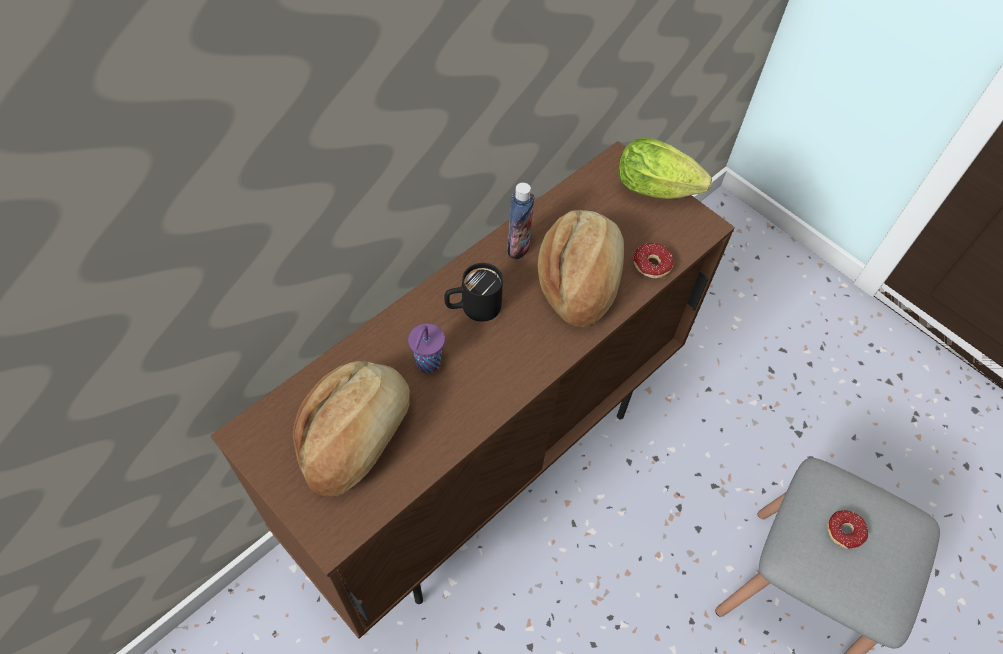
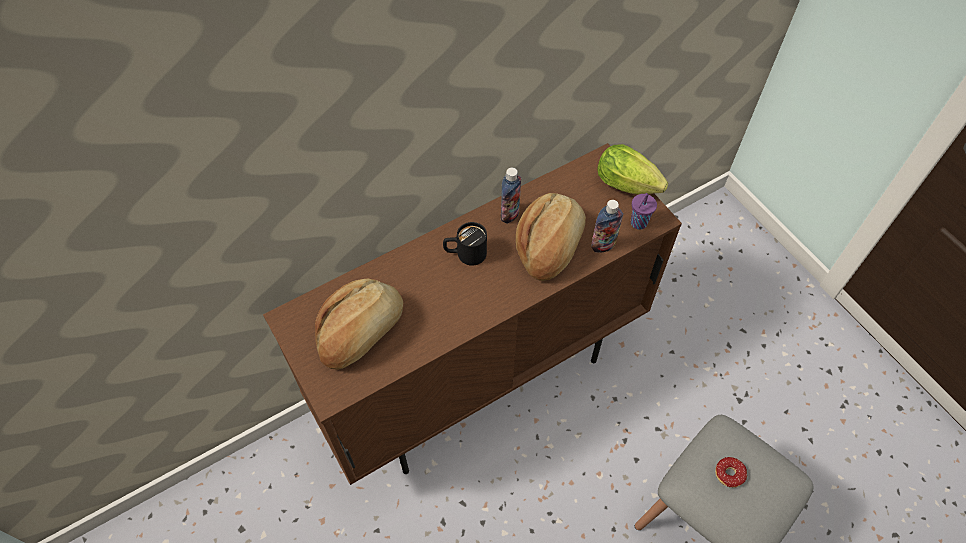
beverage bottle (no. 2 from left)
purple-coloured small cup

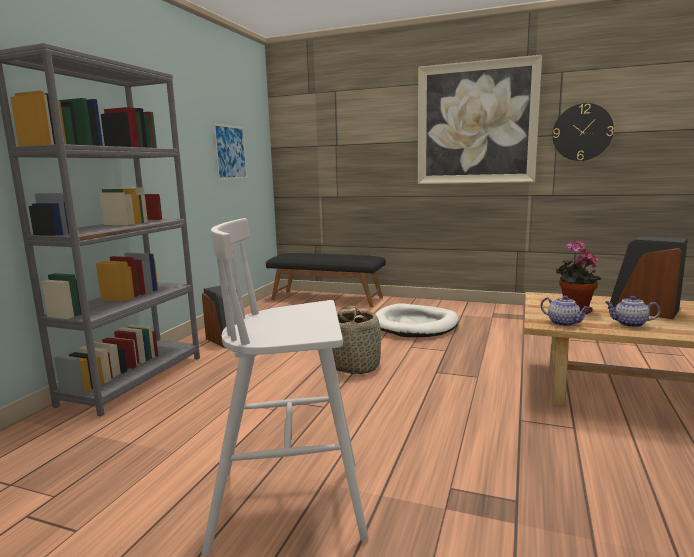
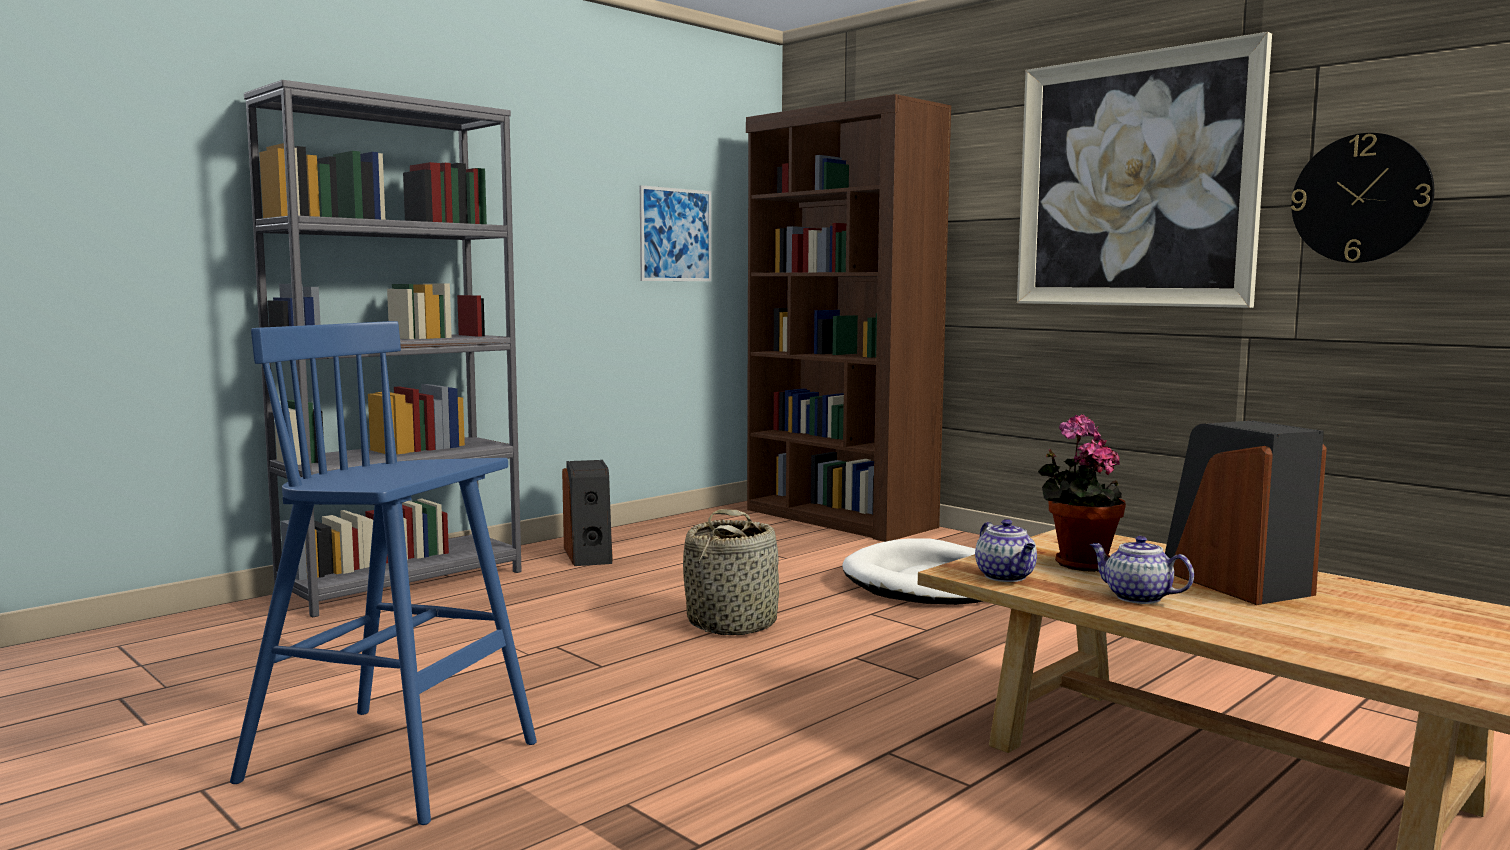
bluish stool
brown-coloured shelving unit

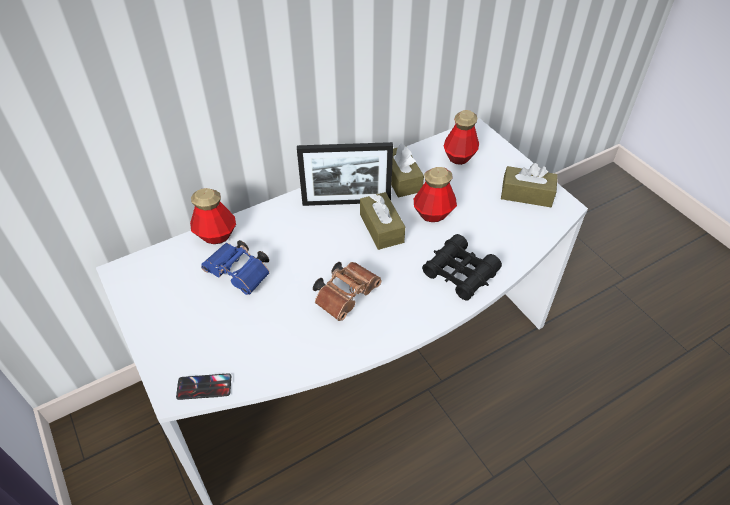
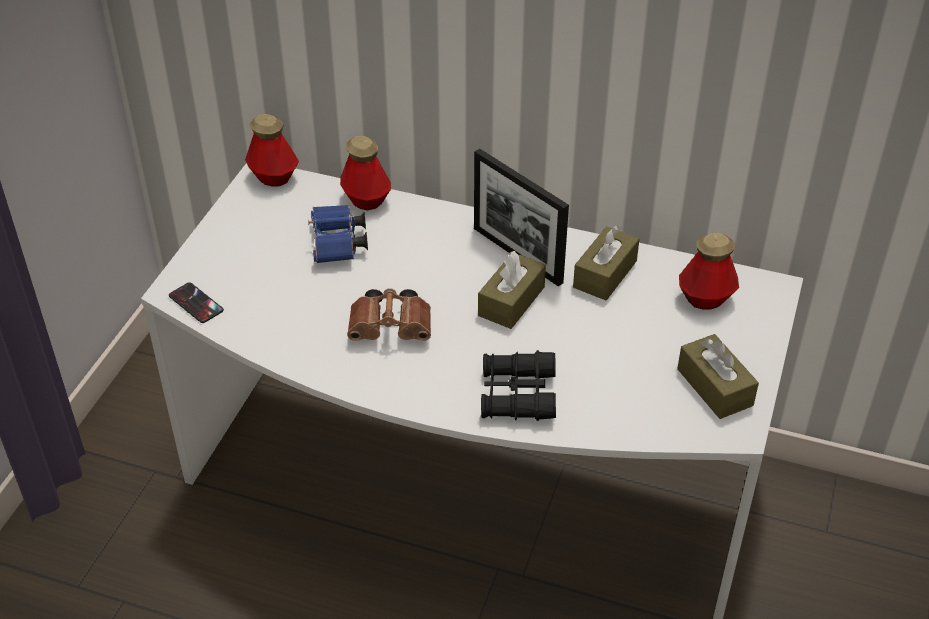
beverage bottle (no. 1 from left)

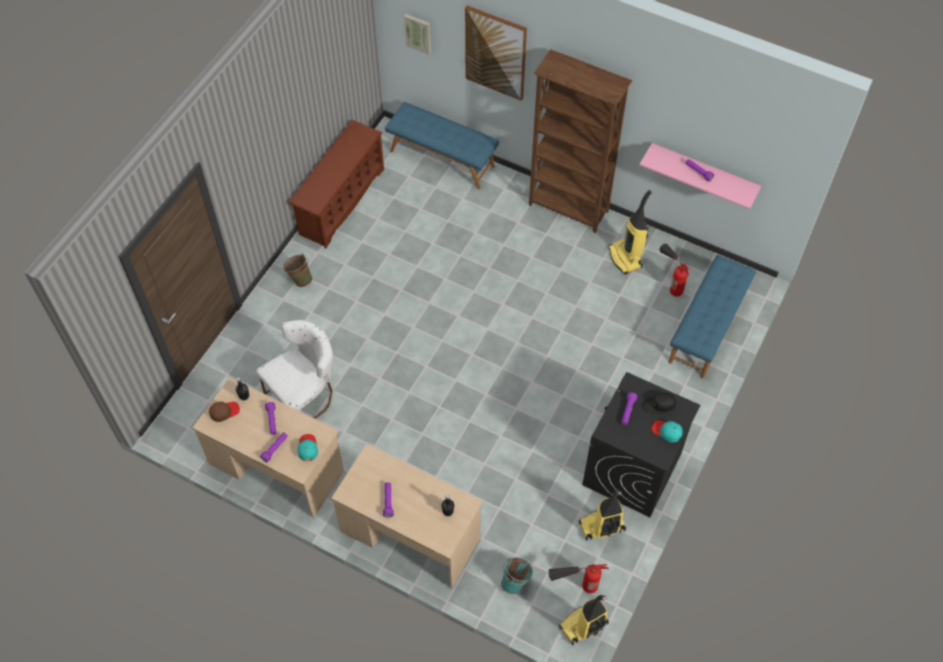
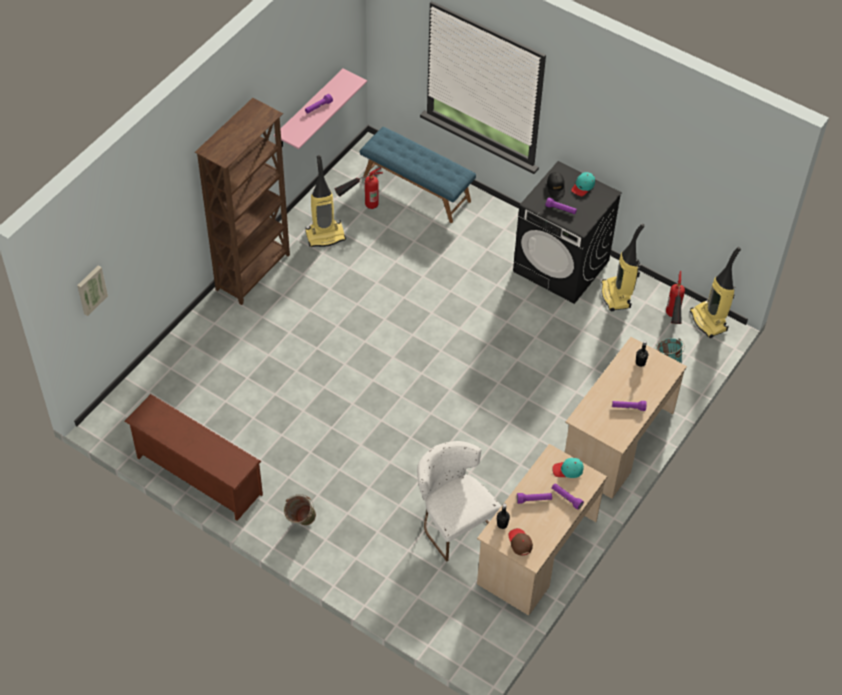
picture (no. 2 from left in the first image)
bluish long seat (no. 1 from left in the first image)

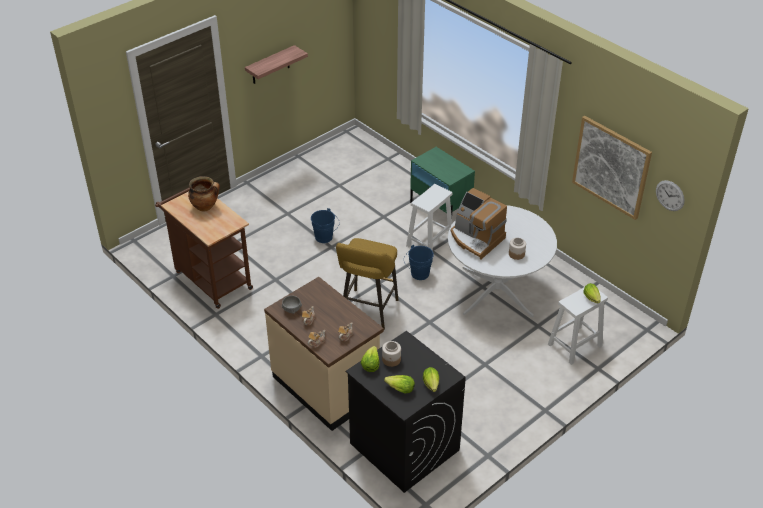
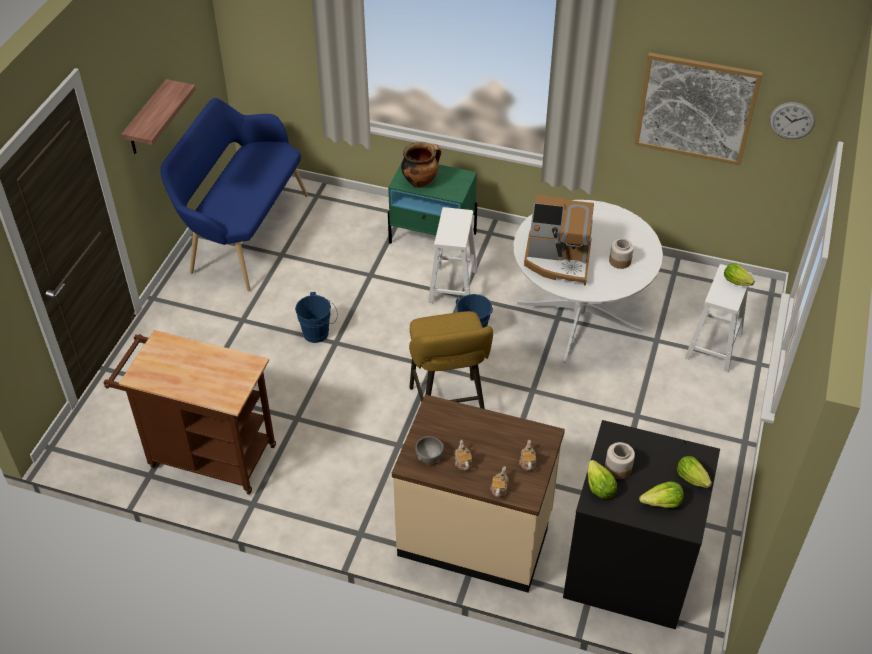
stockpot
bluish long seat

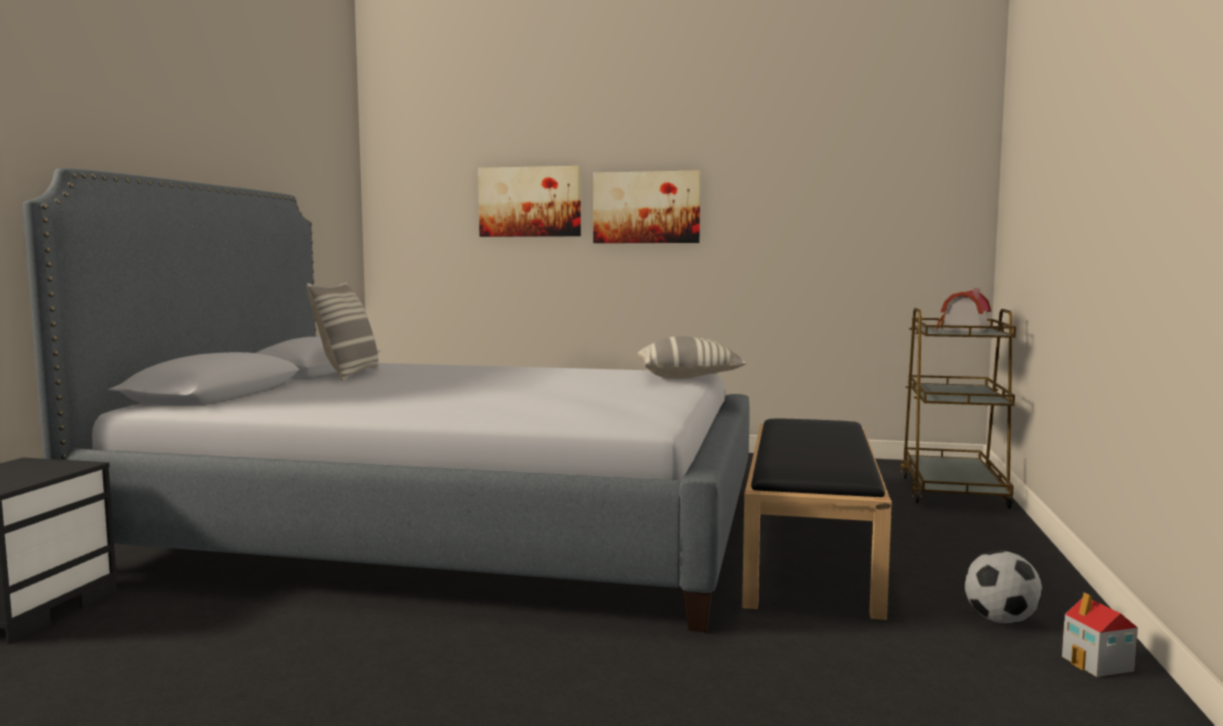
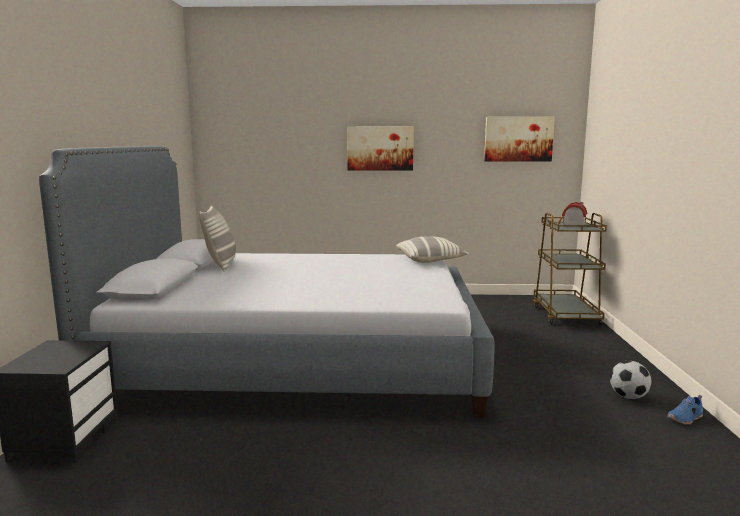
picture (no. 2 from left)
black long seat
bluish item of footwear

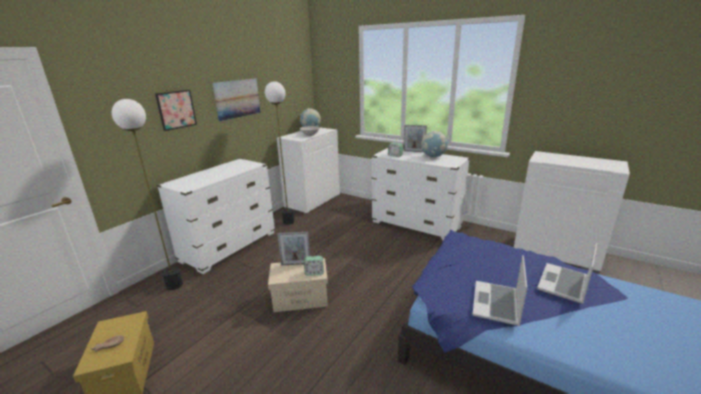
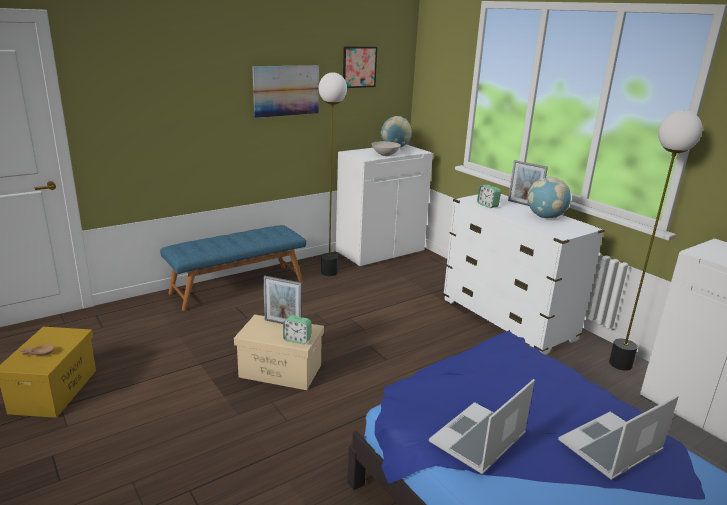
picture (no. 2 from left)
standing lamp (no. 2 from left)
bluish long seat

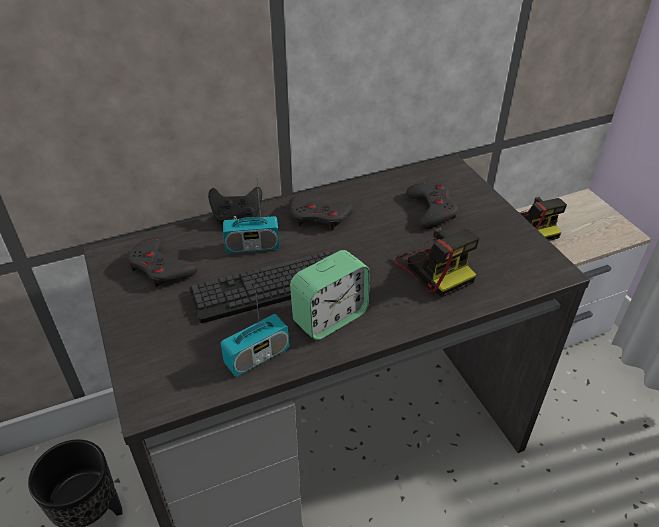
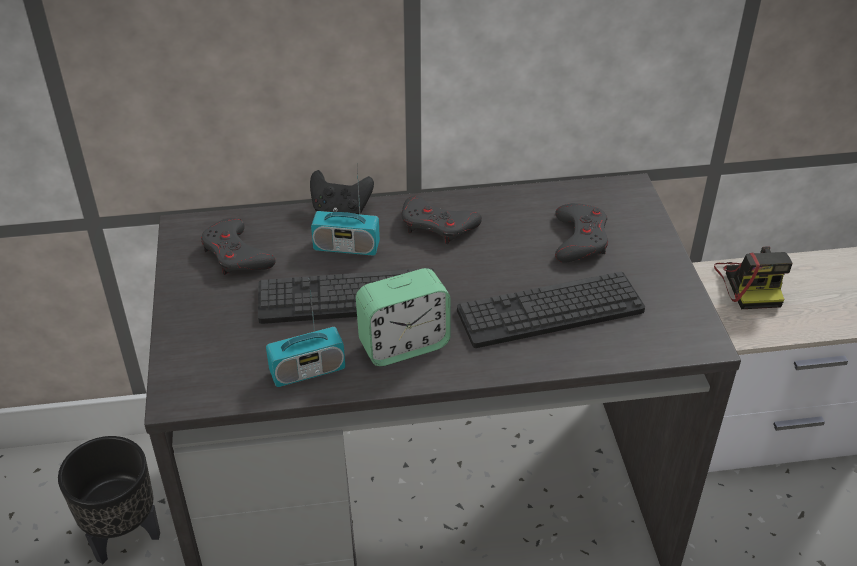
keyboard (no. 2 from left)

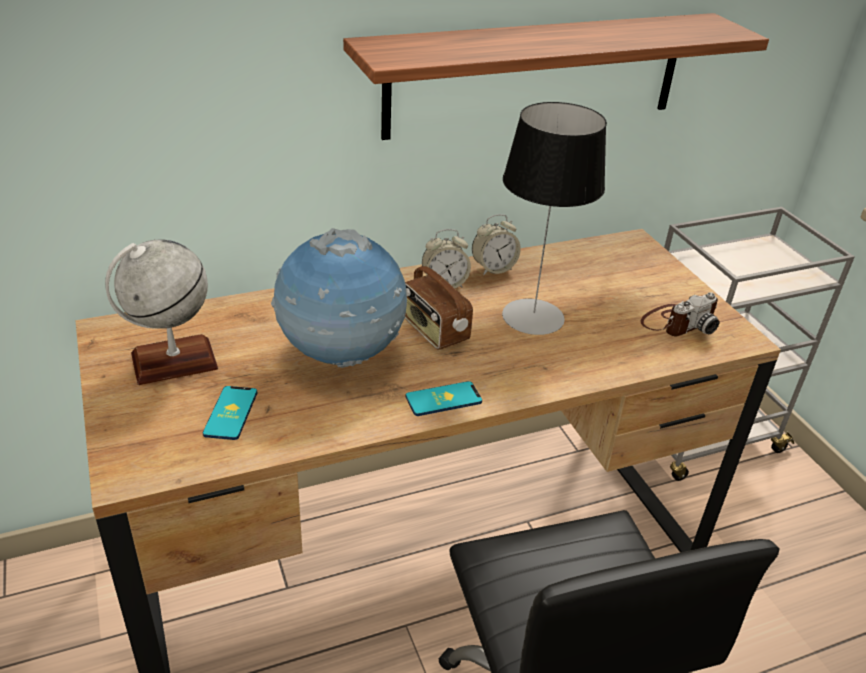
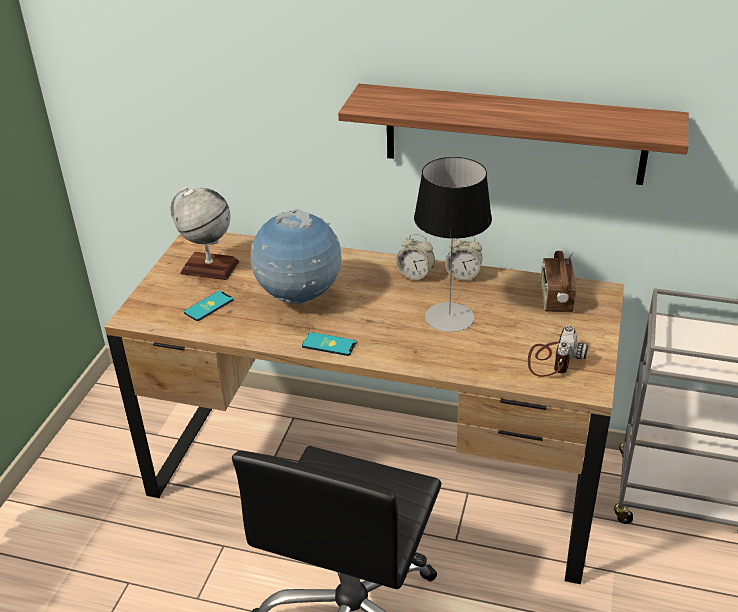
radio
still camera

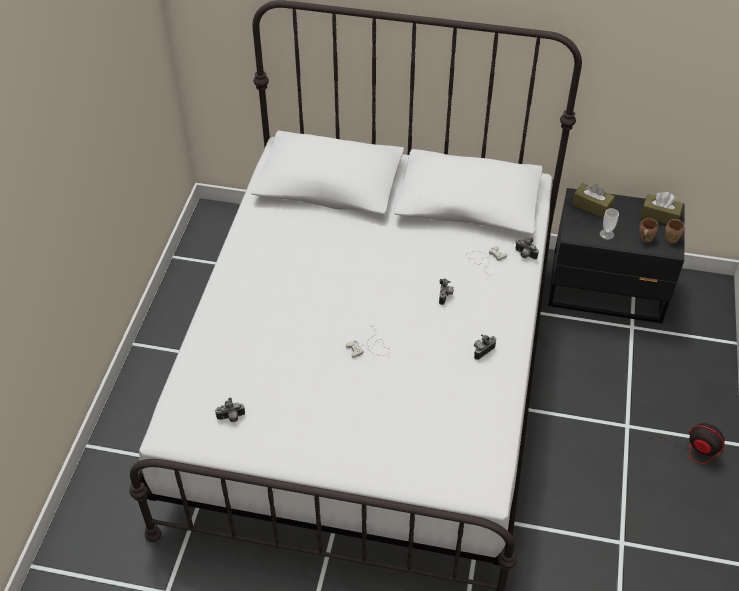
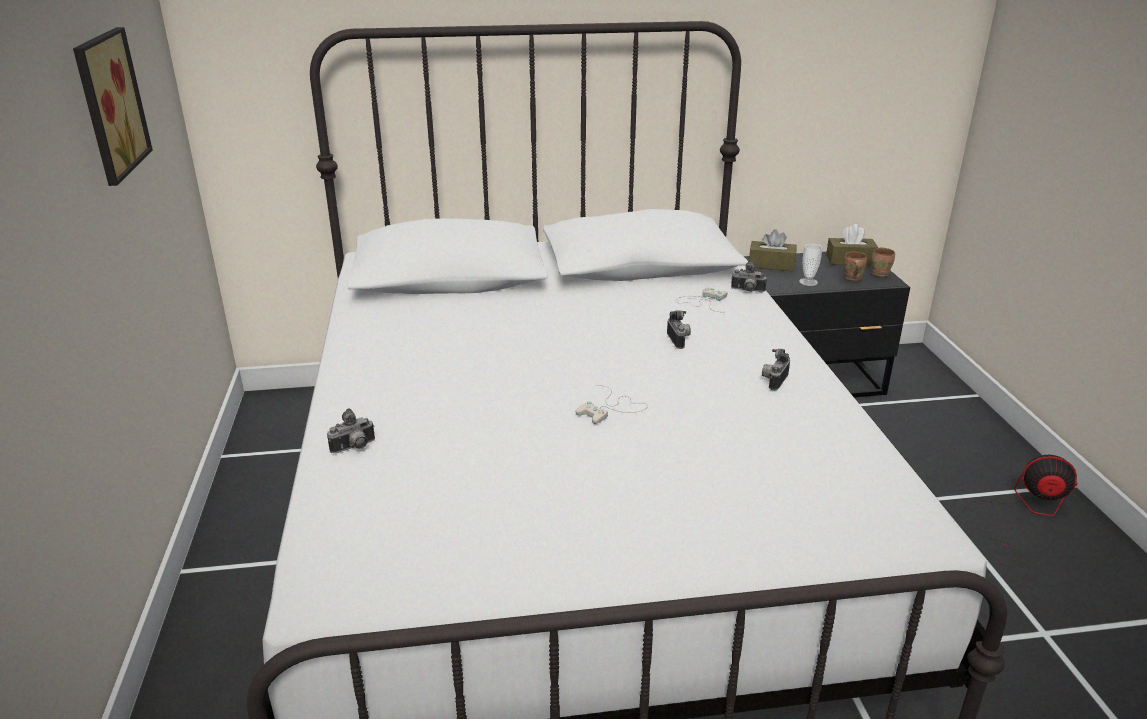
still camera (no. 1 from left)
picture

